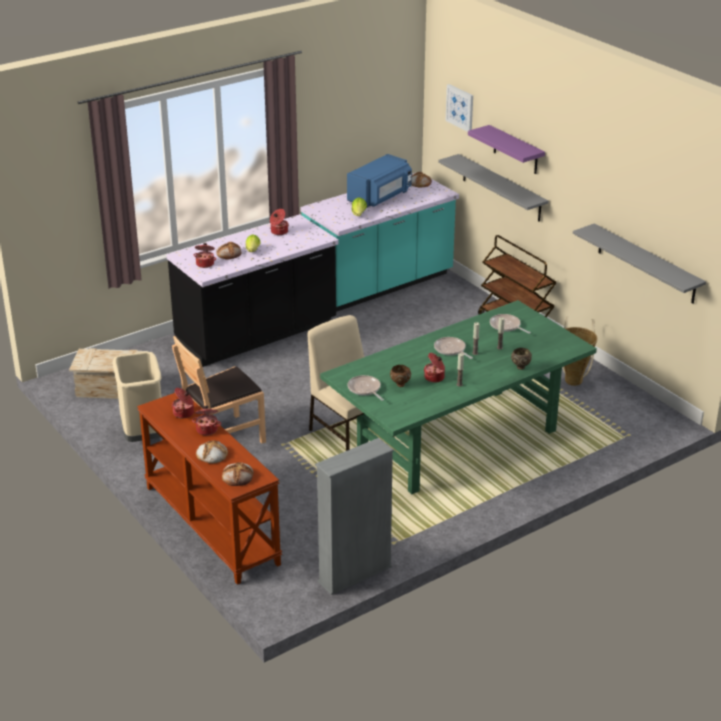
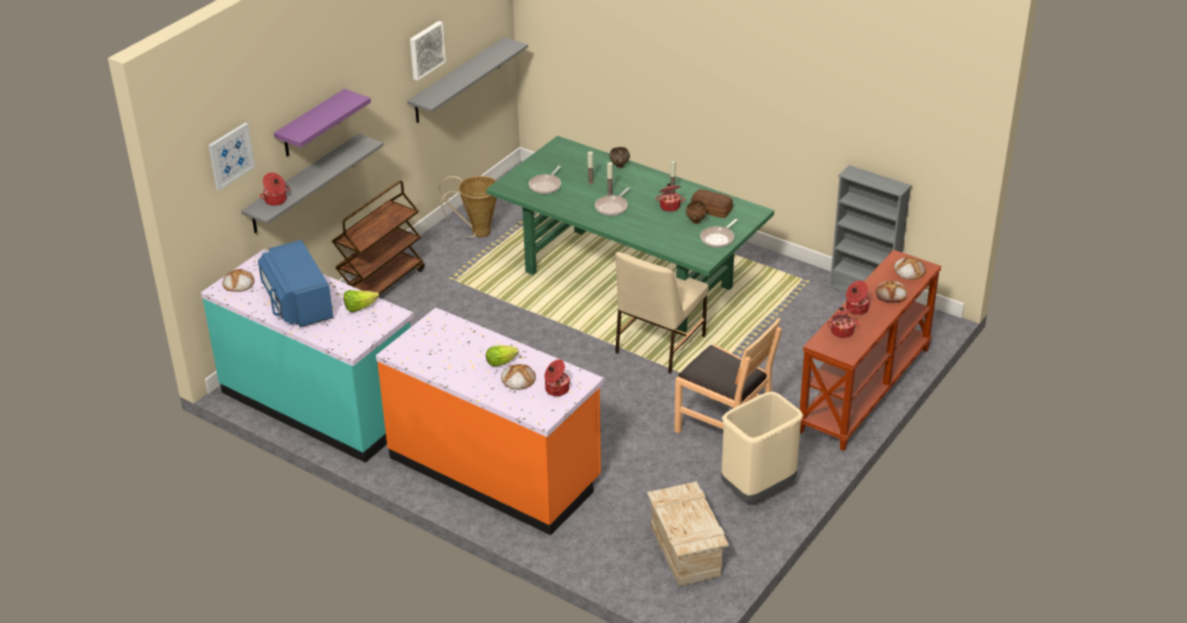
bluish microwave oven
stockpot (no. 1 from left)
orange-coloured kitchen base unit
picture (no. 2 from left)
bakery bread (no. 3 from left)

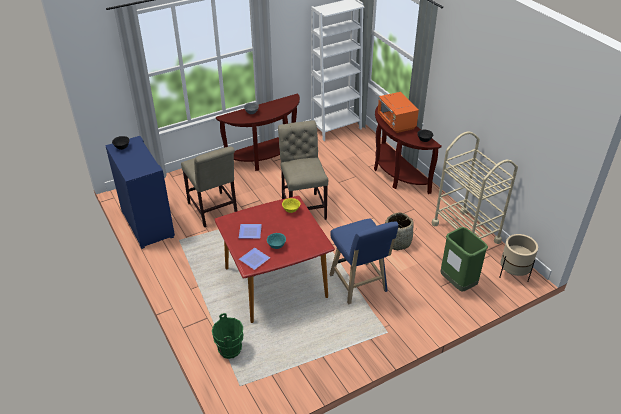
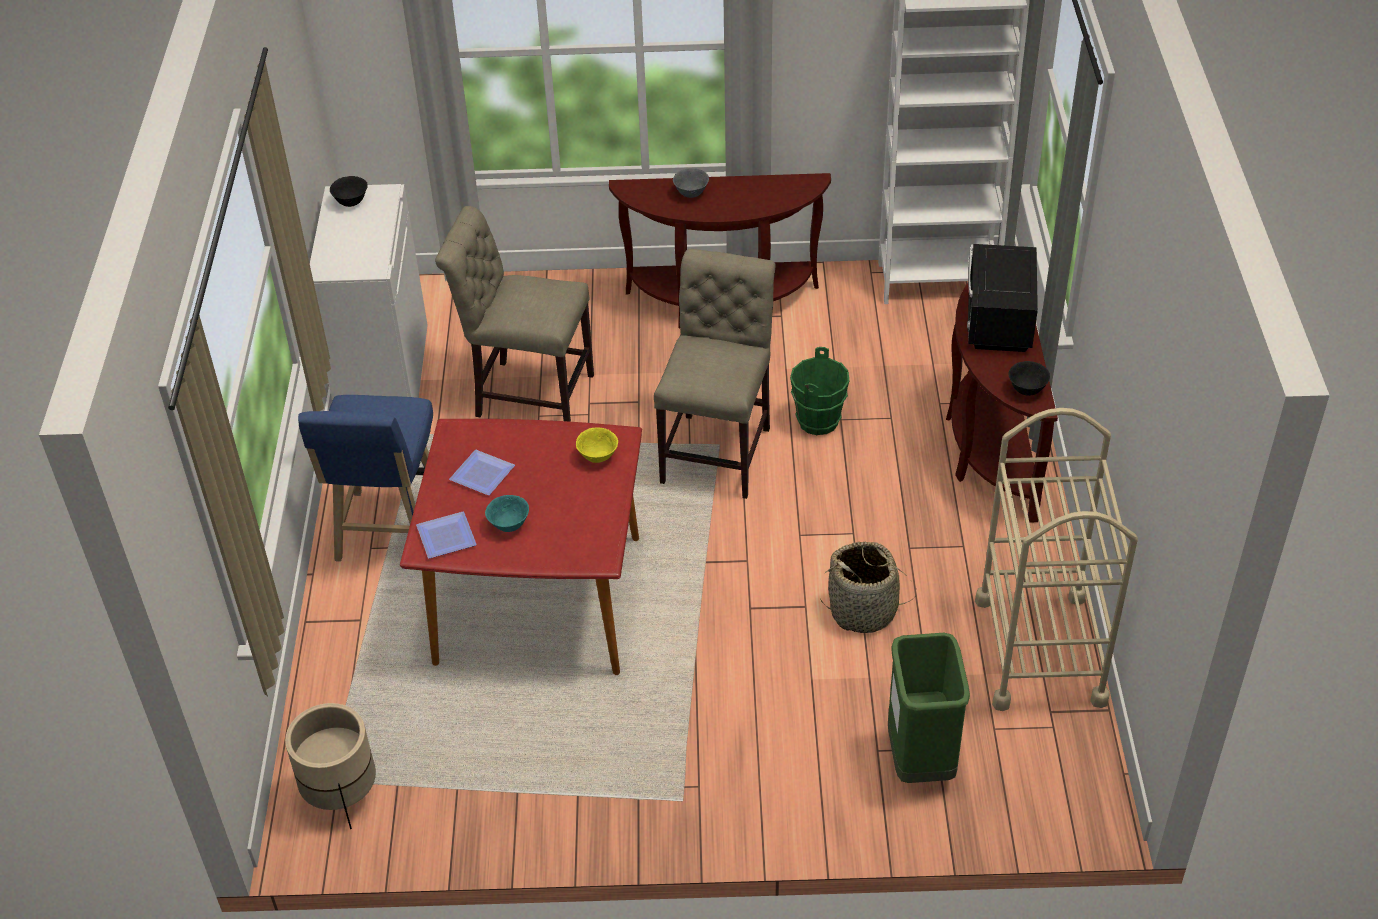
black microwave oven
white cabinet
sand-coloured upright chair (no. 1 from left)
bluish stool
sand-coloured flower pot
green pail

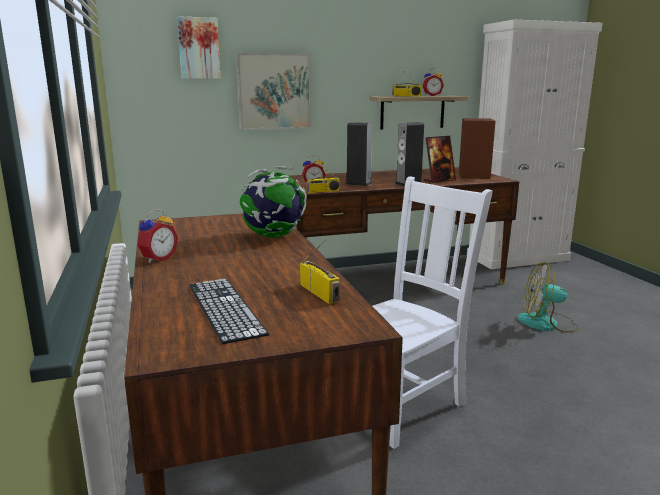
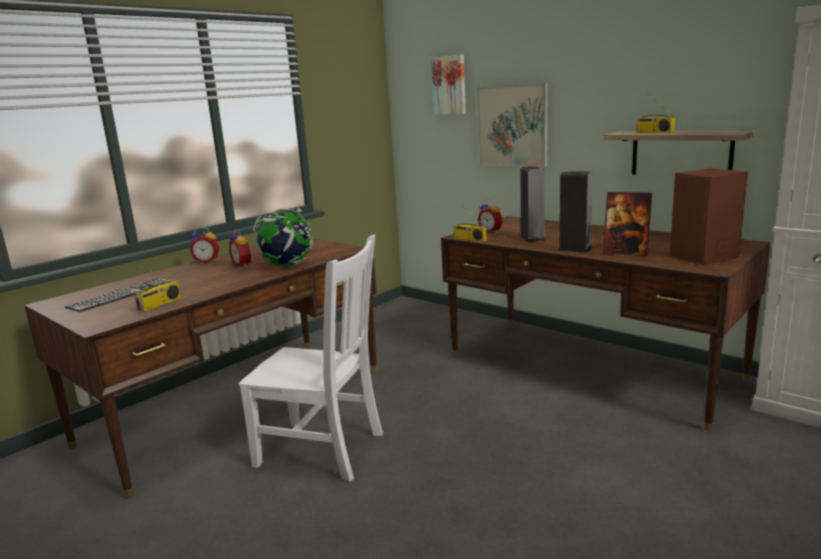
table clock (no. 2 from left)
cooling fan

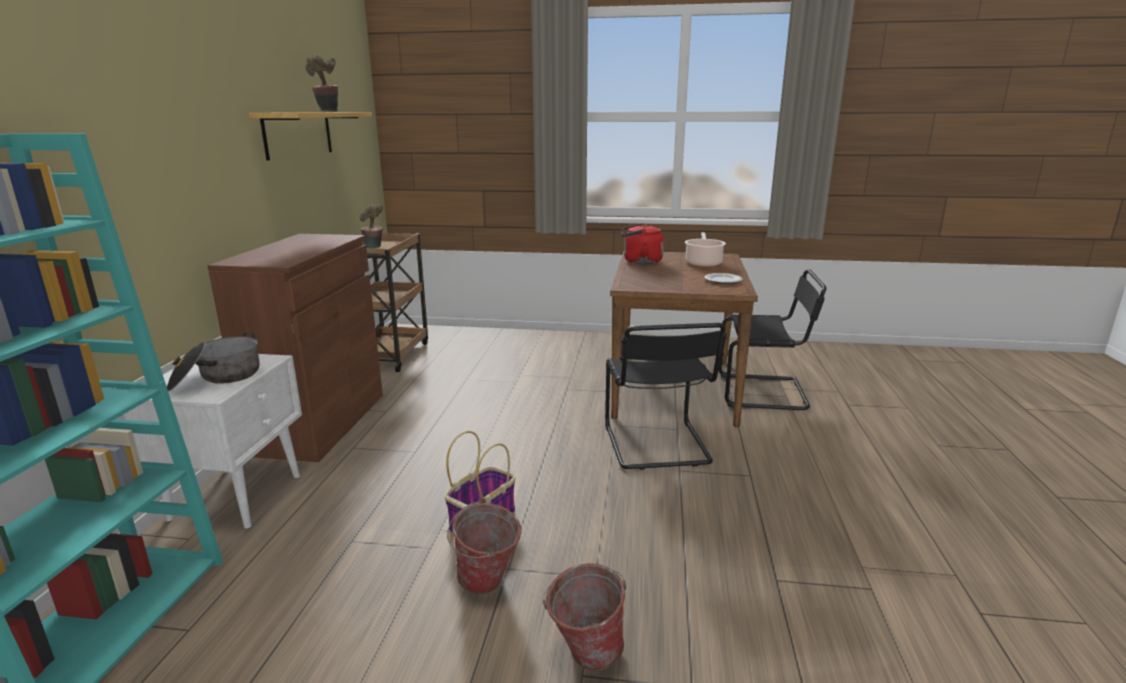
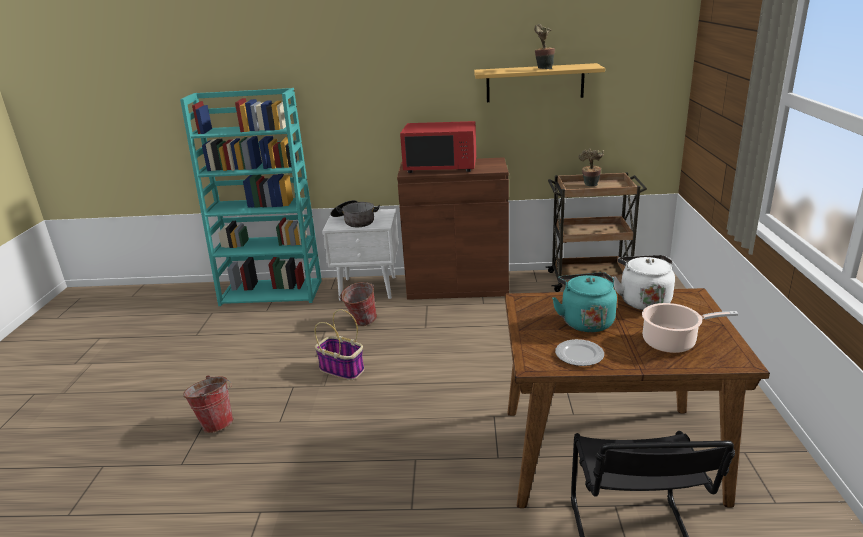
white kettle
black upright chair (no. 1 from left in the first image)
pail (no. 2 from left)
red microwave oven
turquoise-coloured kettle

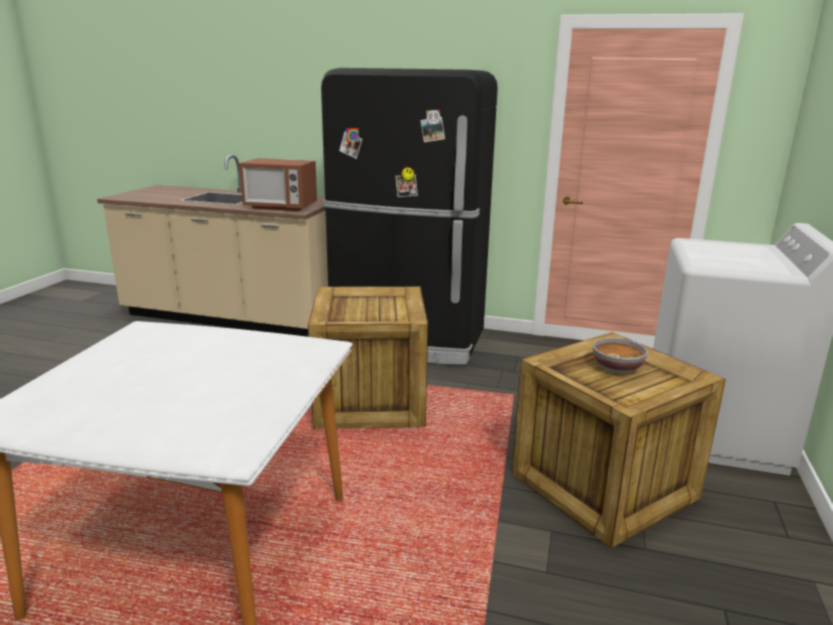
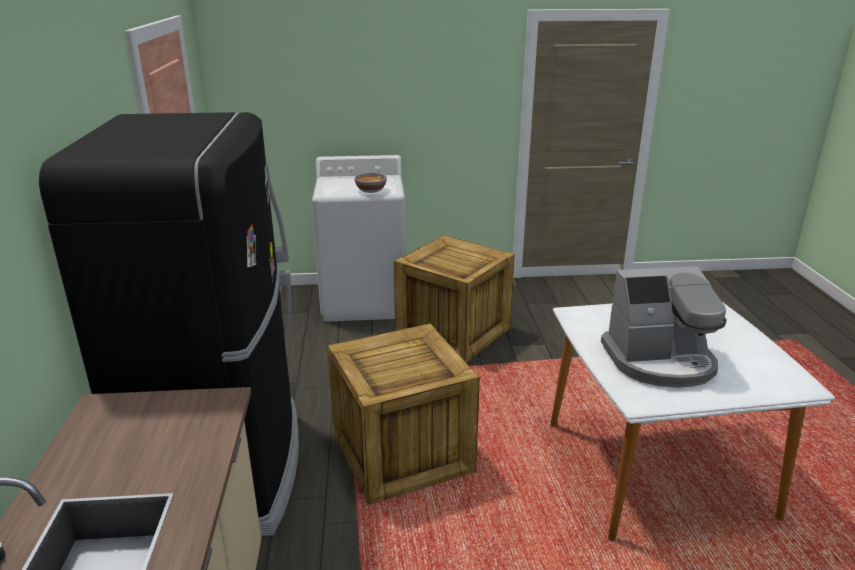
microwave oven
serving bowl
coffee maker

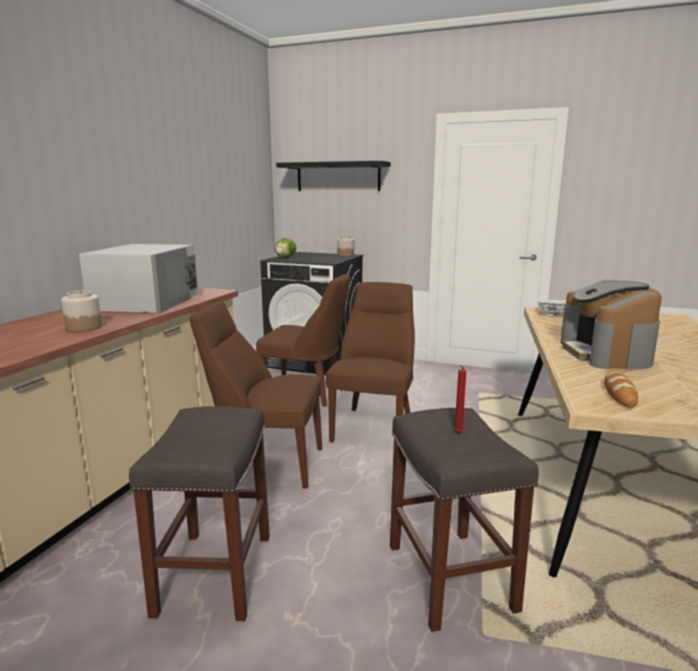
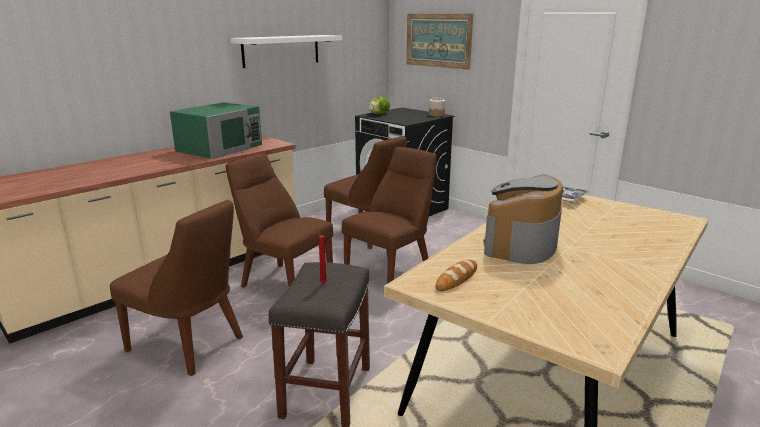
picture
green microwave oven
storage jar (no. 1 from left in the first image)
brown-coloured upright chair (no. 1 from left)
white wall shelf

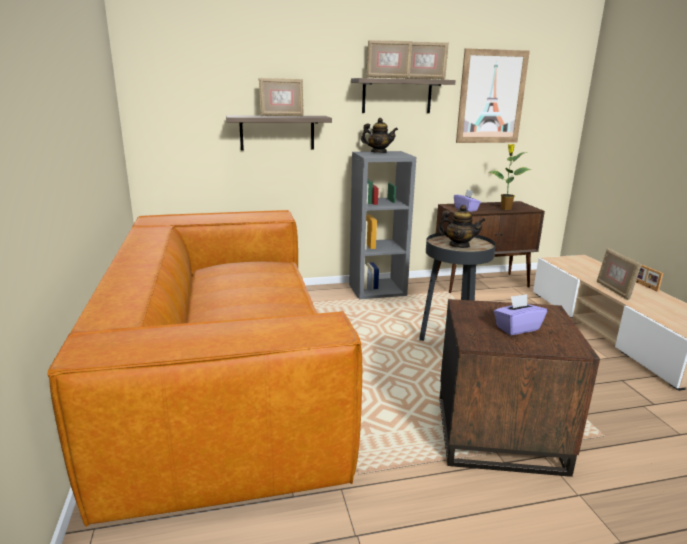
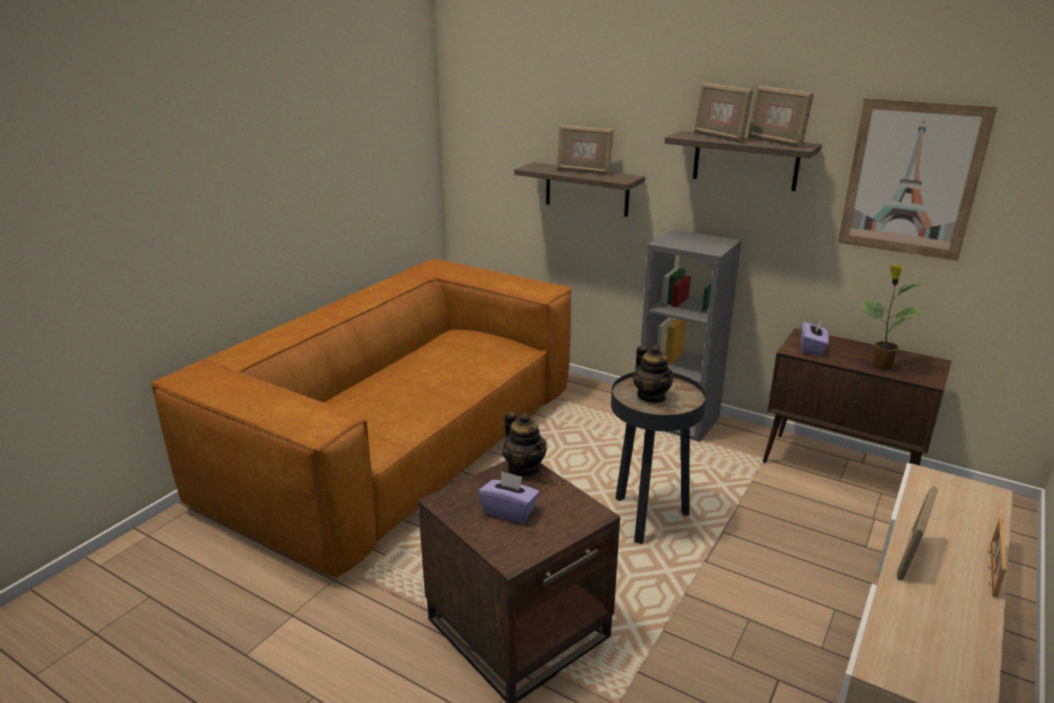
tea pot (no. 1 from left)

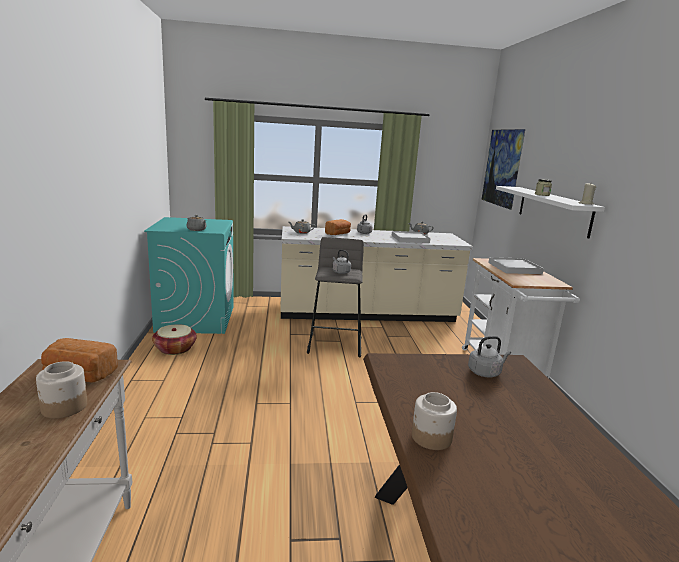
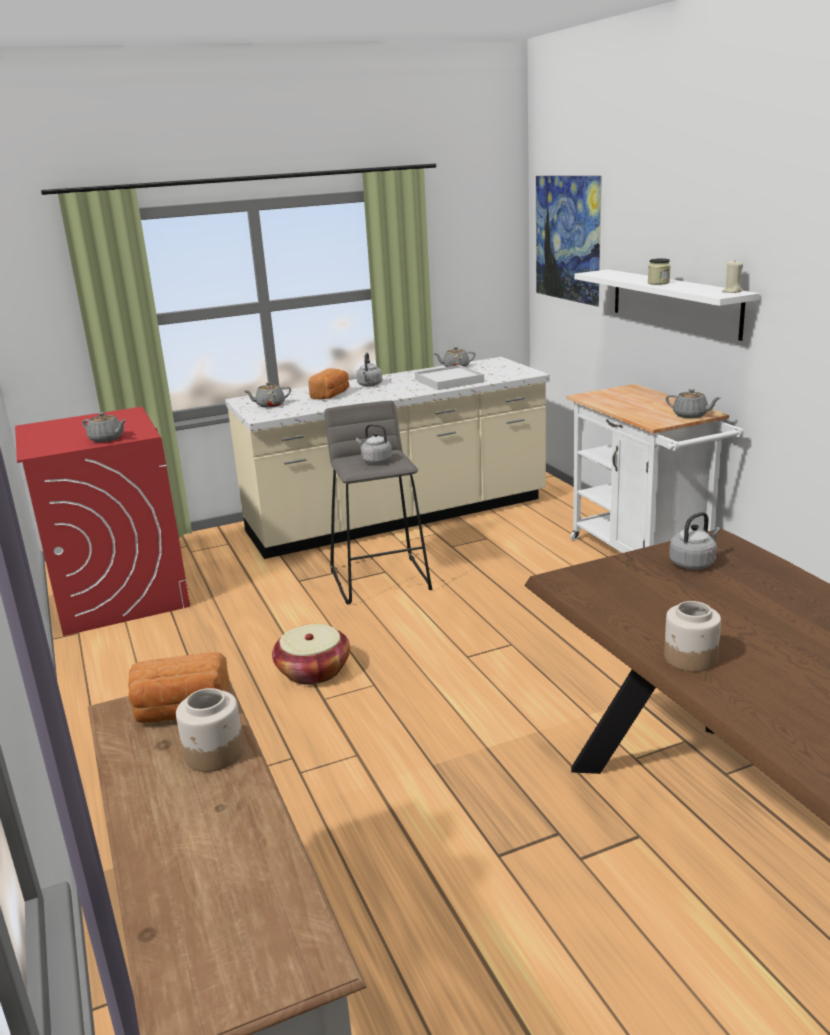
red laundry appliance
white carrying tray (no. 2 from left in the first image)
basket
grey tea pot (no. 4 from left)

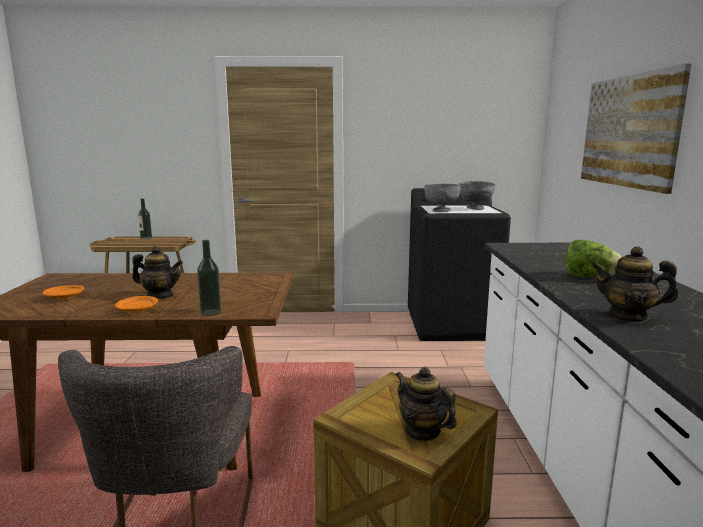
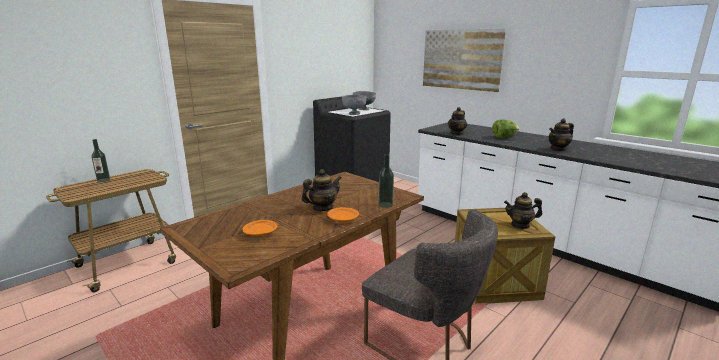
tea pot (no. 2 from left)

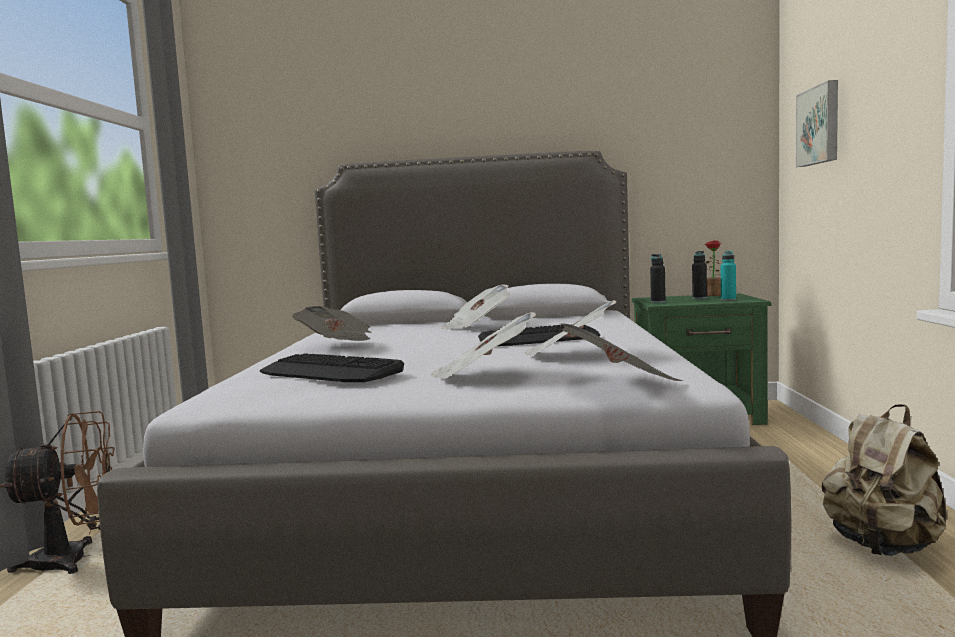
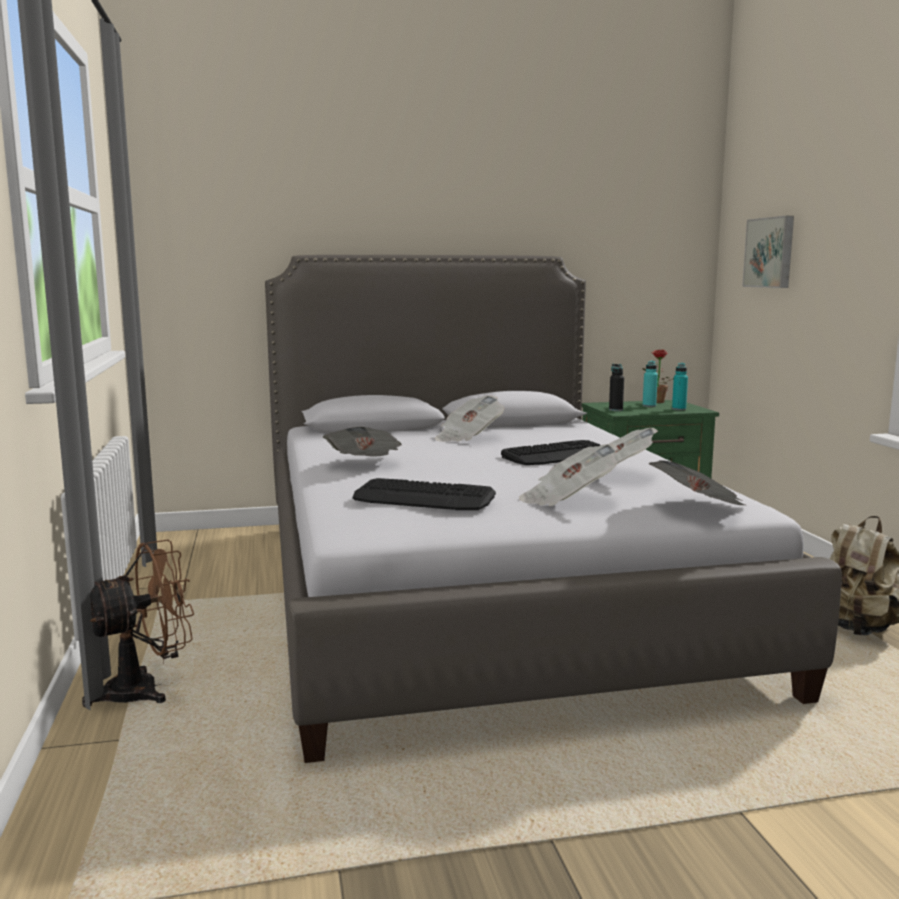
turquoise-coloured beverage bottle (no. 1 from left)

